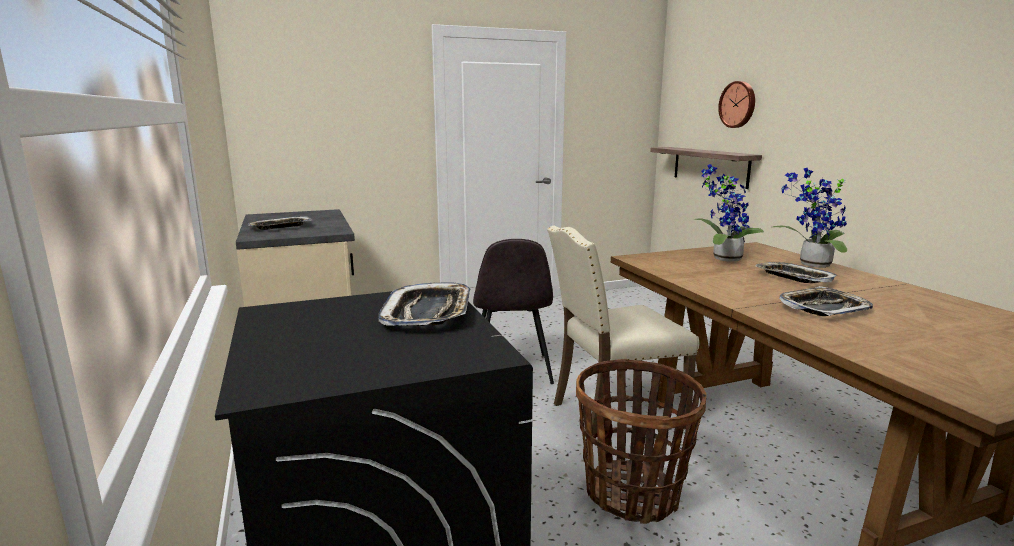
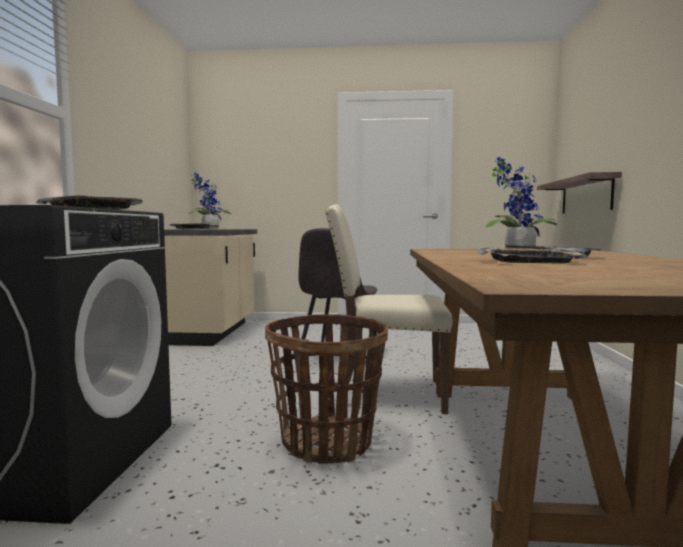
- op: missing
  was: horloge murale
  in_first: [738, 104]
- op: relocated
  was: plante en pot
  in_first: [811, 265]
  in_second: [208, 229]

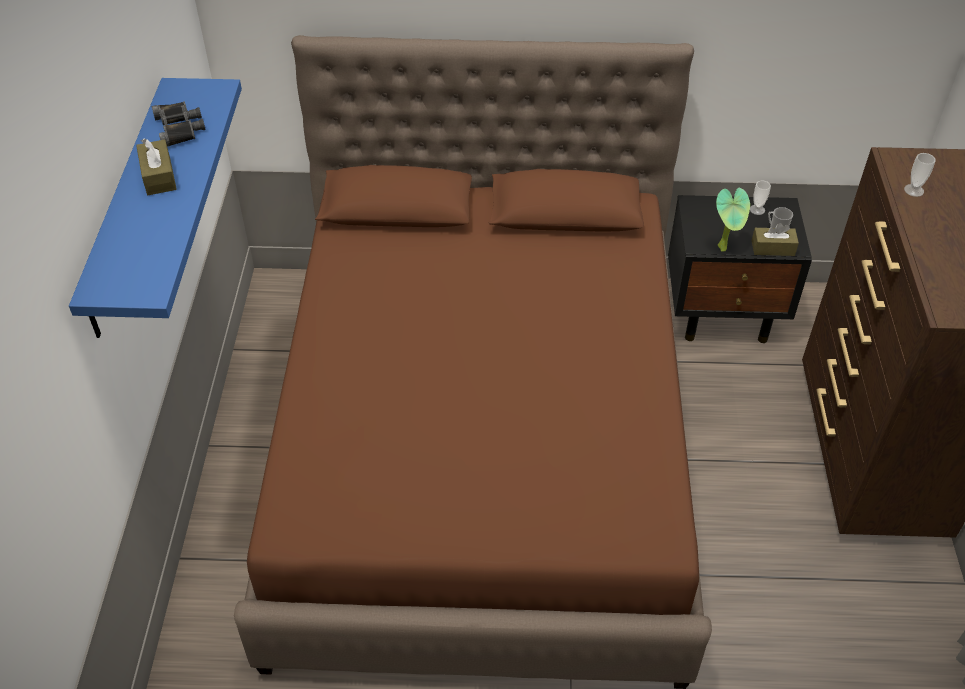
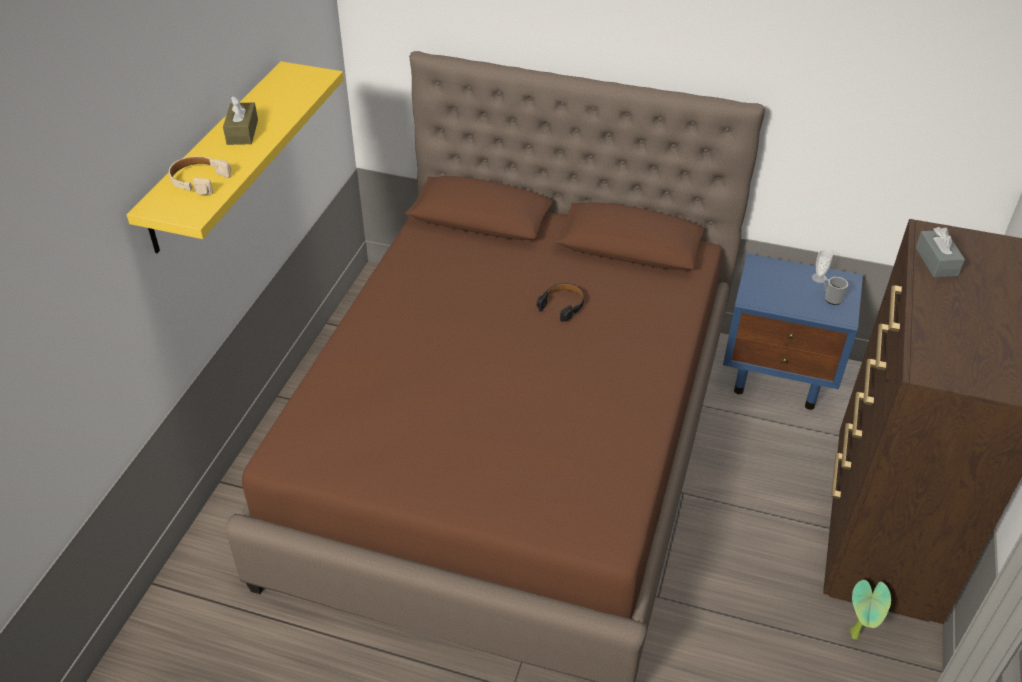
- op: colour
  was: étagère (bleu)
  now: étagère (jaune)
  in_first: [128, 206]
  in_second: [217, 155]
- op: missing
  was: jumelles (noir)
  in_first: [180, 128]
- op: colour
  was: table de chevet (noir)
  now: table de chevet (bleu)
  in_first: [724, 314]
  in_second: [779, 376]
- op: relocated
  was: plante en pot
  in_first: [724, 248]
  in_second: [857, 635]
- op: missing
  was: boîte à mouchoirs (marron)
  in_first: [773, 248]
- op: exchanged
  was: tasse
  now: boîte à mouchoirs (gris)
  in_first: [914, 190]
  in_second: [936, 261]
- op: appeared
  now: casque audio (beige)
  in_second: [198, 180]
- op: appeared
  now: casque audio (noir)
  in_second: [562, 305]

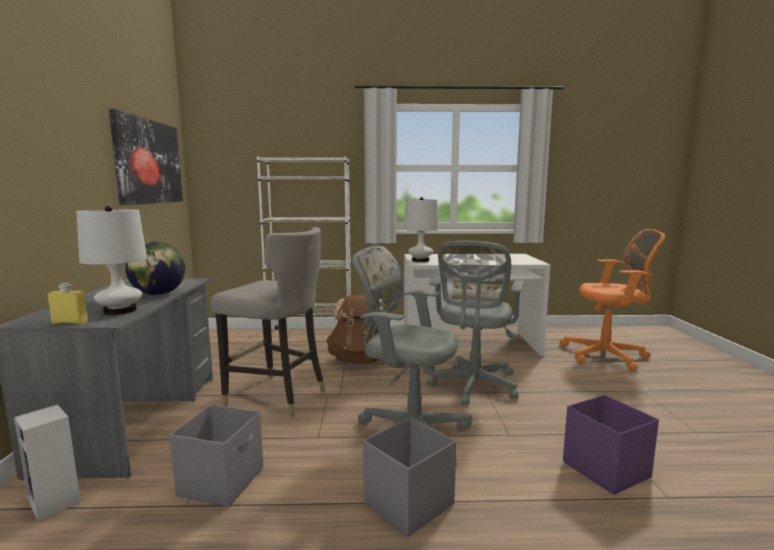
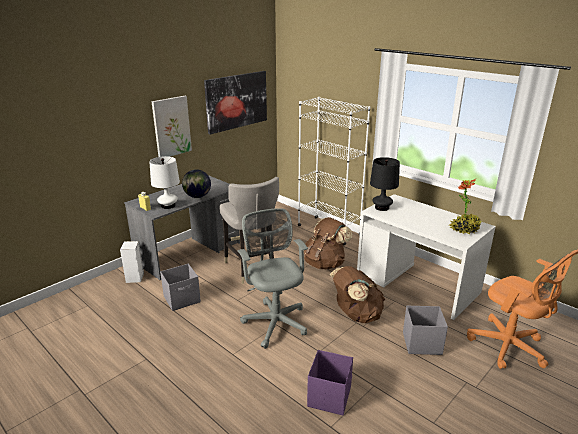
- op: relocated
  was: boîte de rangement (gris)
  in_first: [407, 504]
  in_second: [421, 343]
- op: colour
  was: lampe de table (blanc)
  now: lampe de table (noir)
  in_first: [420, 260]
  in_second: [382, 207]
- op: exchanged
  was: chaise de bureau (gris)
  now: sac à dos (marron)
  in_first: [473, 386]
  in_second: [356, 315]
- op: appeared
  now: tableau
  in_second: [171, 126]
- op: appeared
  now: plante en pot
  in_second: [464, 229]

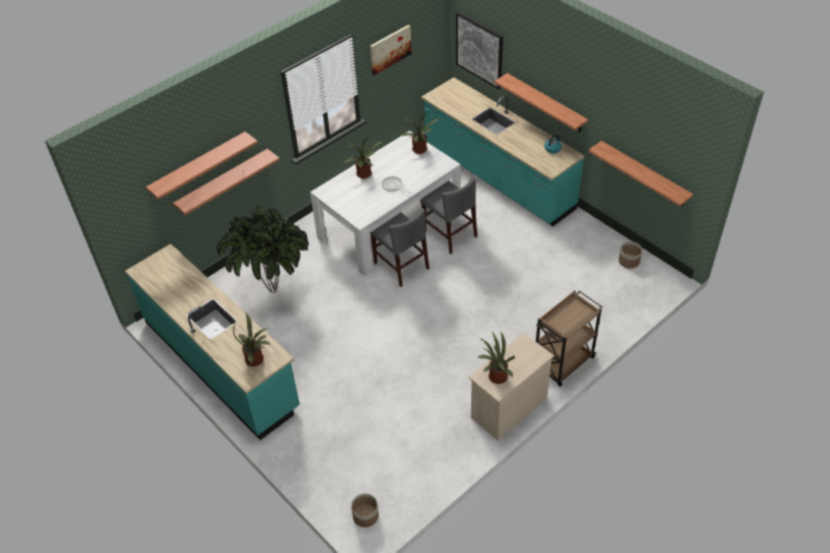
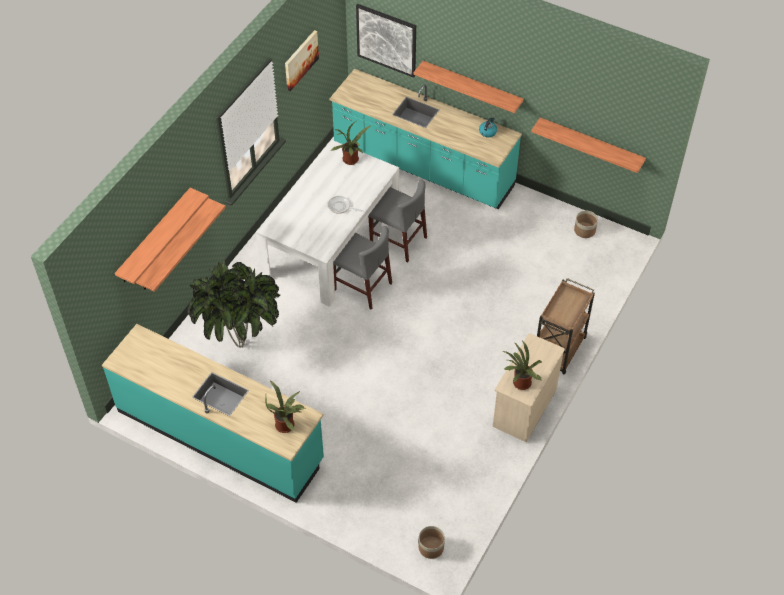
- op: missing
  was: plante en pot
  in_first: [364, 175]

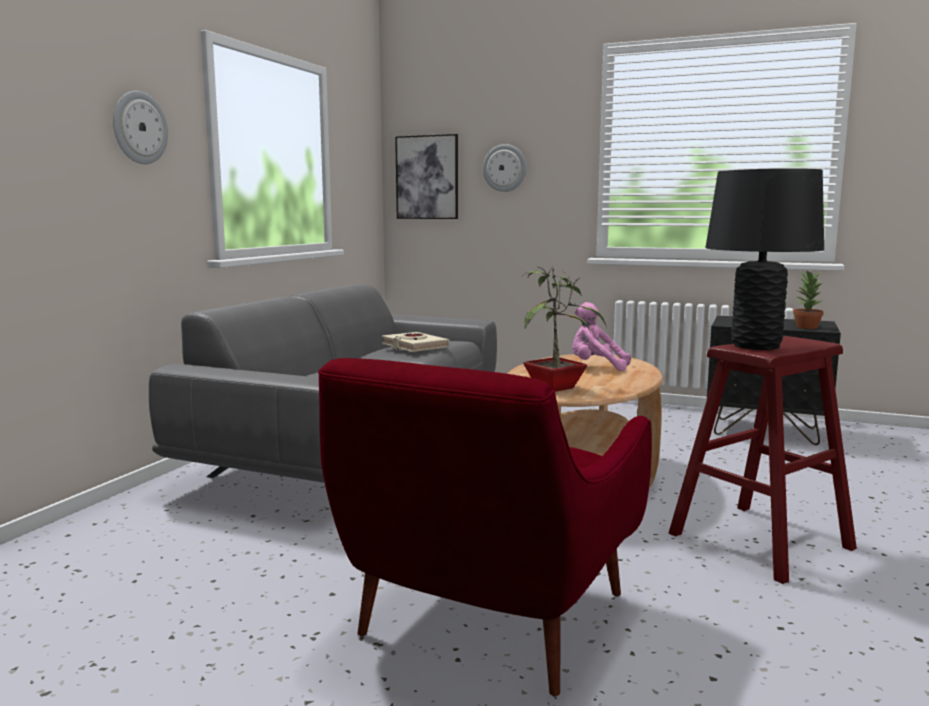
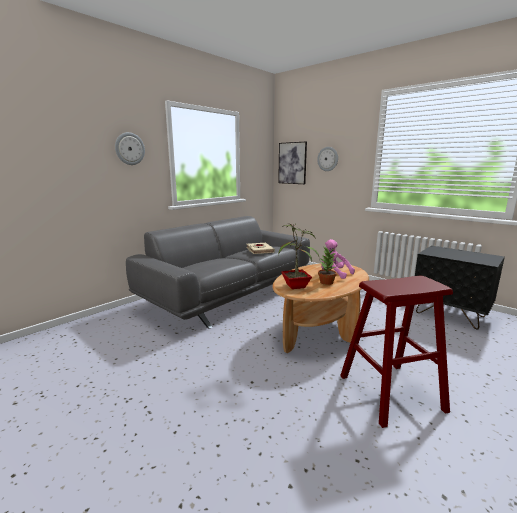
- op: missing
  was: fauteuil (rouge)
  in_first: [488, 621]
- op: missing
  was: lampe de table (noir)
  in_first: [755, 346]
- op: relocated
  was: plante en pot
  in_first: [806, 327]
  in_second: [326, 282]

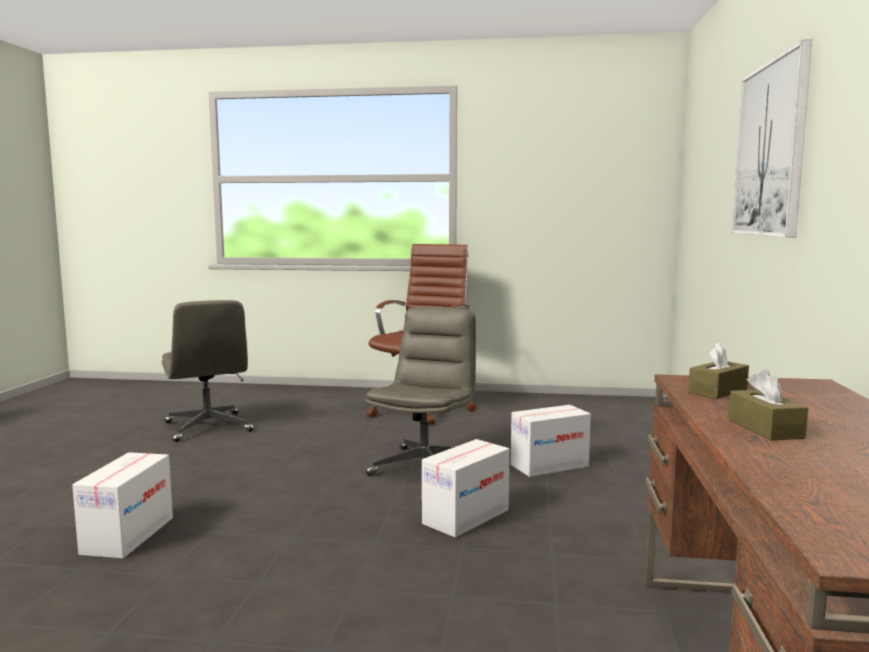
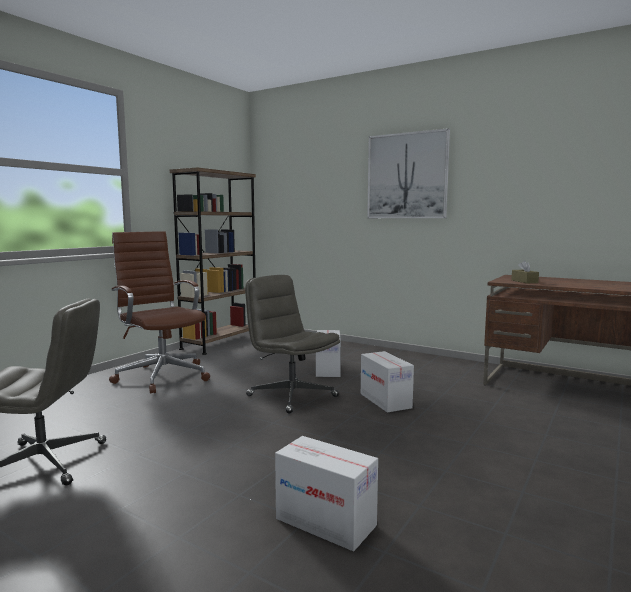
- op: missing
  was: boîte à mouchoirs (marron)
  in_first: [765, 428]
- op: appeared
  now: bibliothèque (marron)
  in_second: [220, 343]

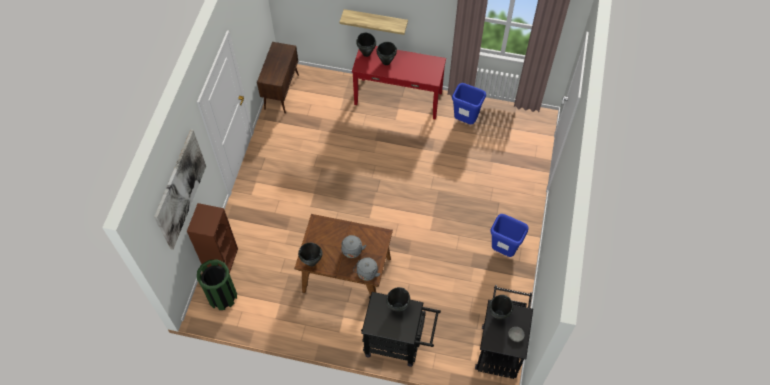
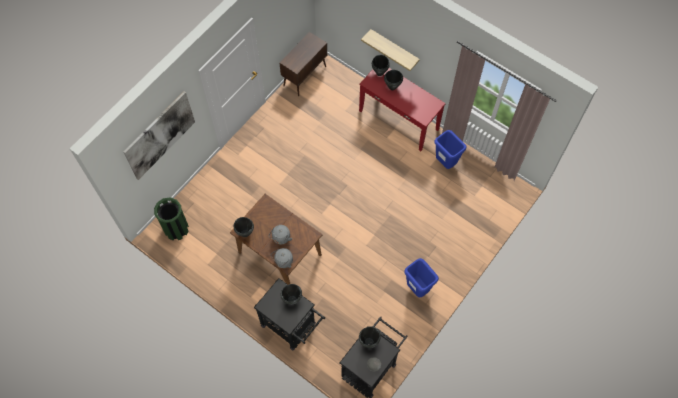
- op: missing
  was: bibliothèque (marron)
  in_first: [221, 259]

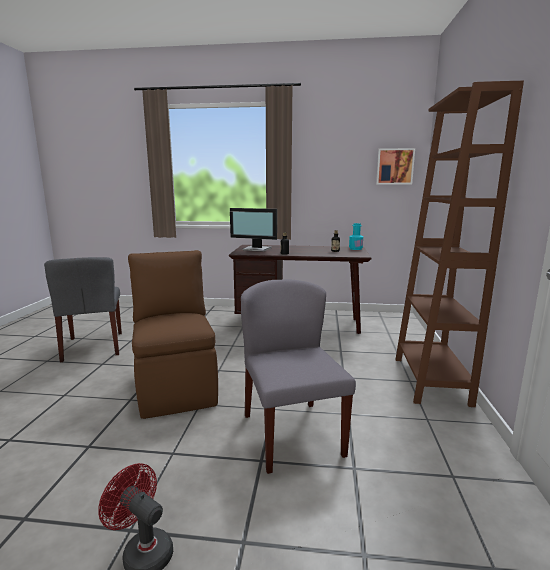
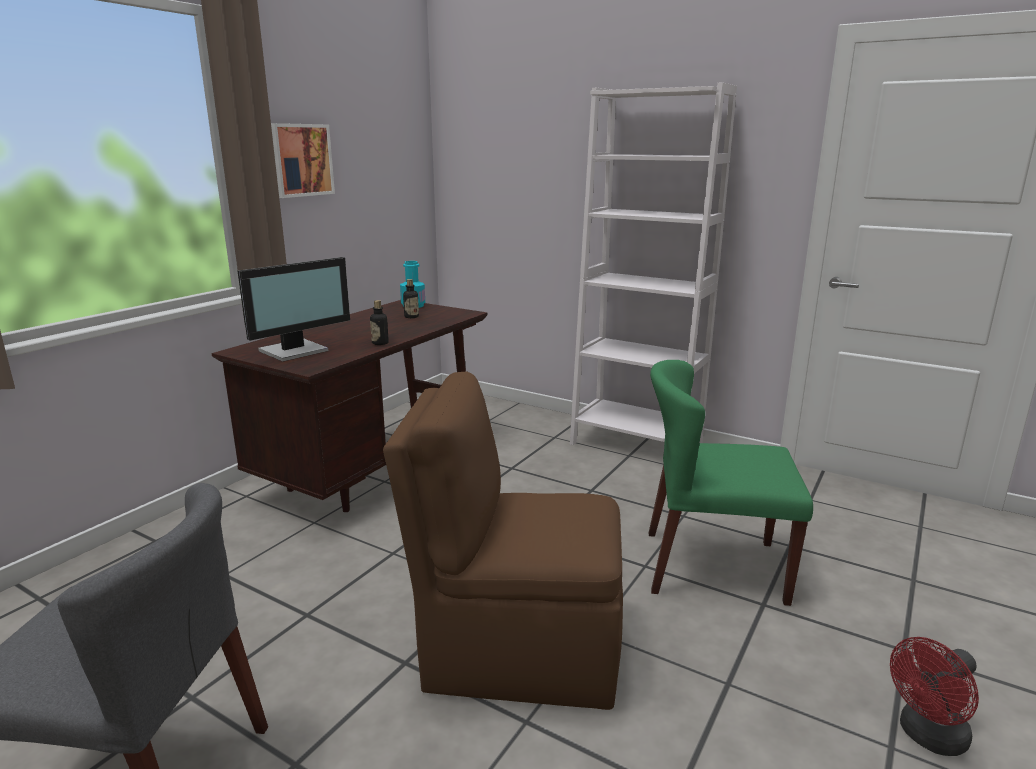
- op: colour
  was: chaise (gris)
  now: chaise (vert)
  in_first: [291, 434]
  in_second: [712, 566]
- op: relocated
  was: tableau
  in_first: [394, 166]
  in_second: [300, 160]
- op: colour
  was: bibliothèque (marron)
  now: bibliothèque (blanc)
  in_first: [430, 380]
  in_second: [635, 444]

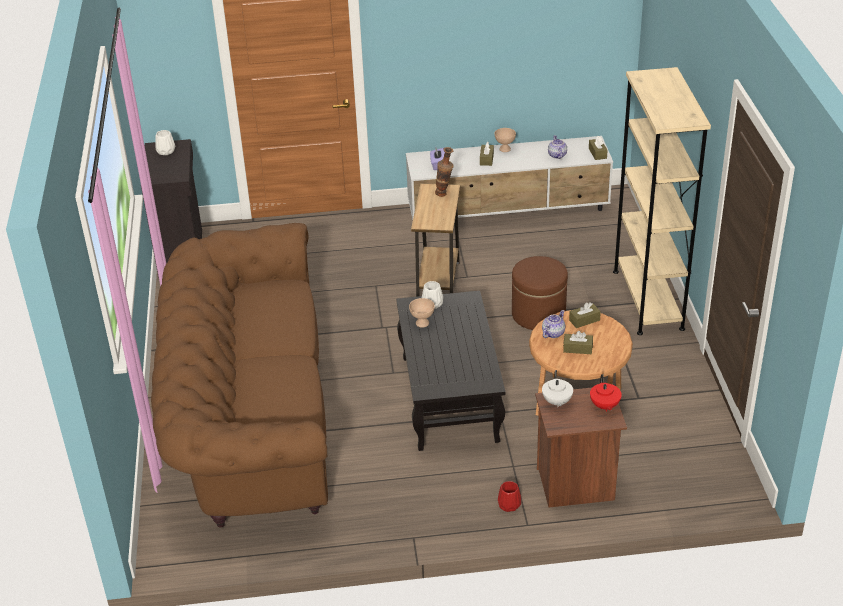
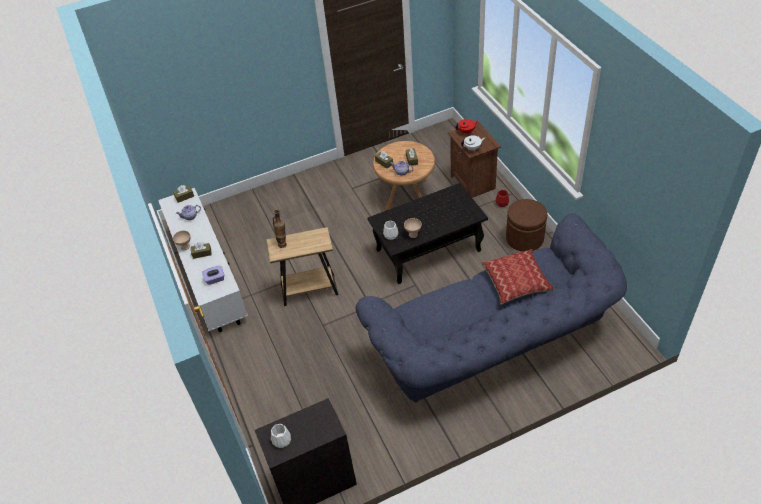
- op: colour
  was: canapé (marron)
  now: canapé (bleu)
  in_first: [249, 419]
  in_second: [494, 345]
- op: relocated
  was: pouf (marron)
  in_first: [538, 314]
  in_second: [524, 238]
- op: missing
  was: bibliothèque (beige)
  in_first: [648, 299]
- op: appeared
  now: coussin
  in_second: [516, 281]

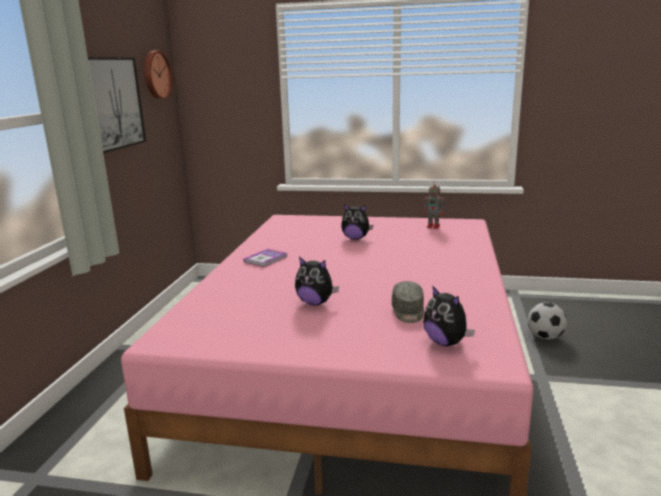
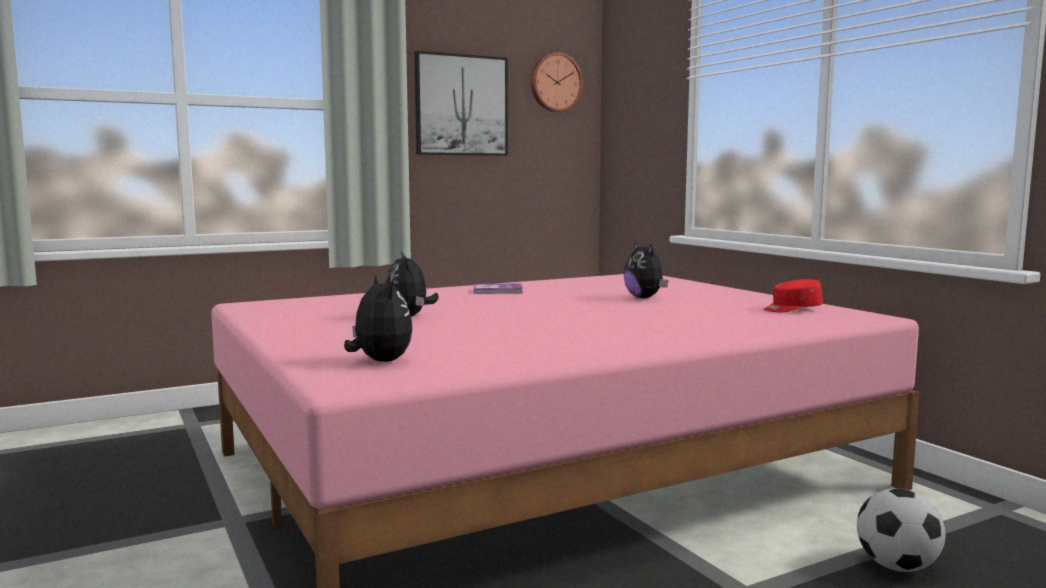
- op: missing
  was: casquette (gris)
  in_first: [408, 311]
- op: spun
  was: peluche
  in_first: [446, 342]
  in_second: [380, 361]
  clockwise: 135
- op: exchanged
  was: robot jouet
  now: casquette (rouge)
  in_first: [434, 226]
  in_second: [791, 309]

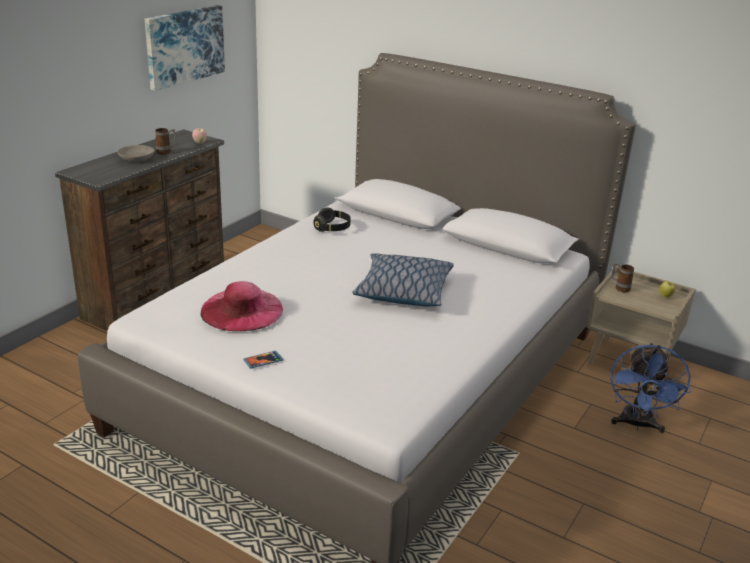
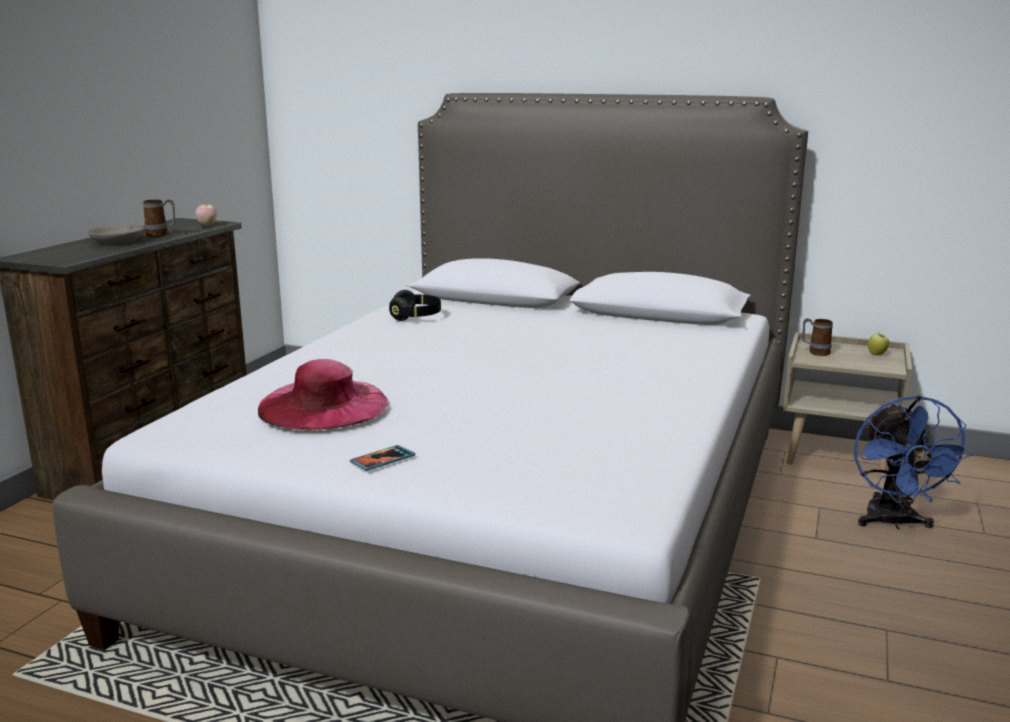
- op: missing
  was: tableau
  in_first: [184, 46]
- op: missing
  was: coussin
  in_first: [403, 291]

